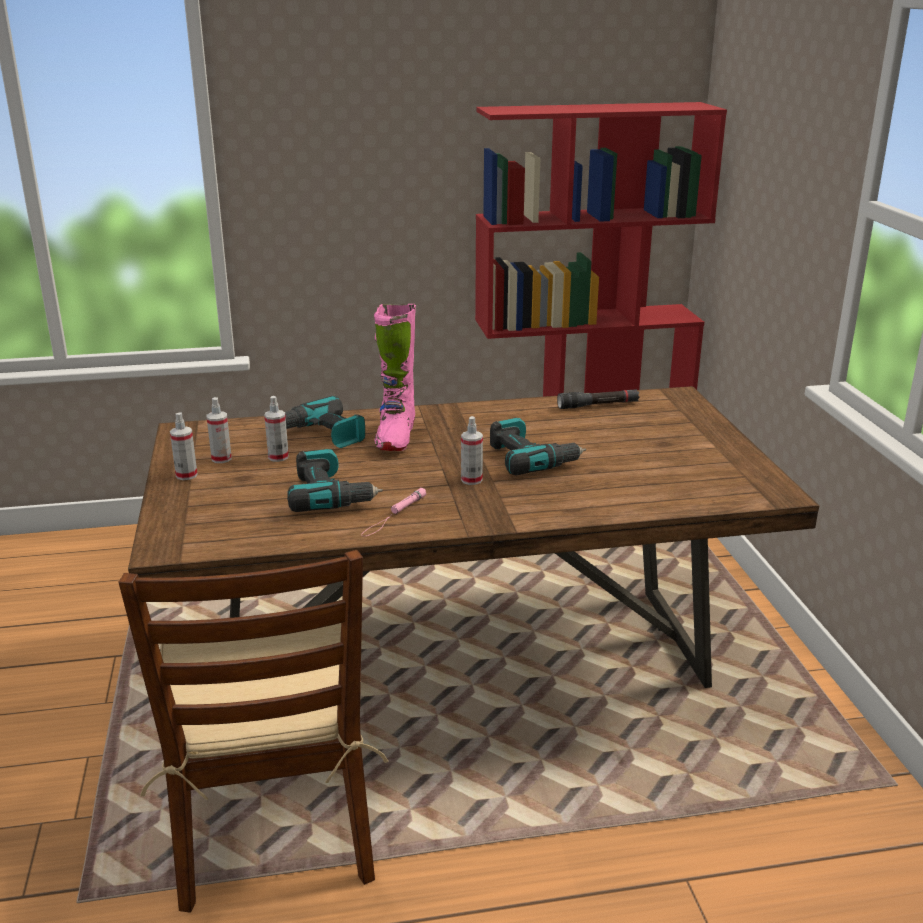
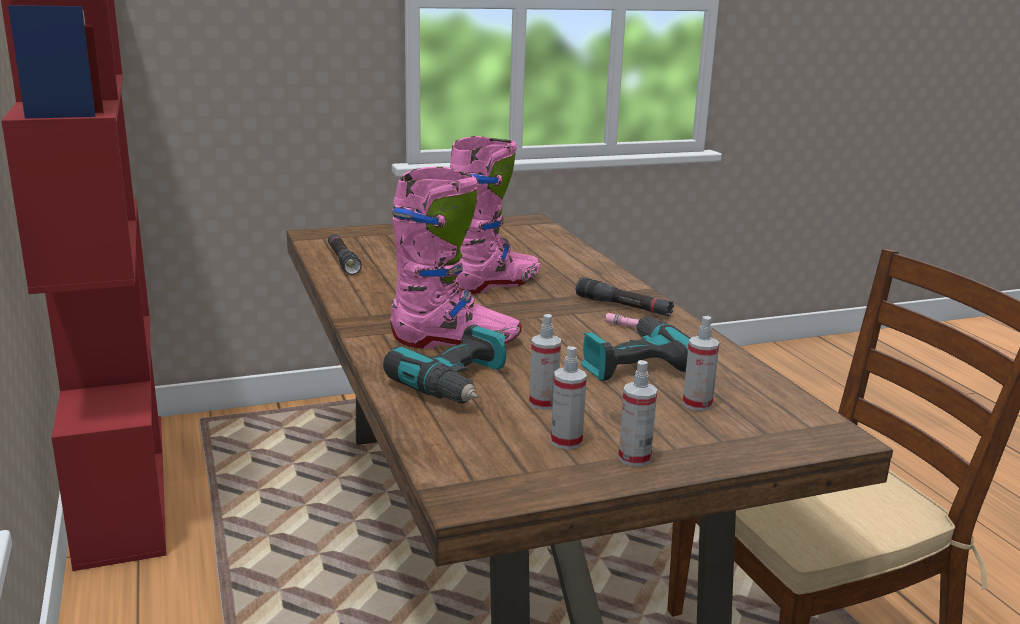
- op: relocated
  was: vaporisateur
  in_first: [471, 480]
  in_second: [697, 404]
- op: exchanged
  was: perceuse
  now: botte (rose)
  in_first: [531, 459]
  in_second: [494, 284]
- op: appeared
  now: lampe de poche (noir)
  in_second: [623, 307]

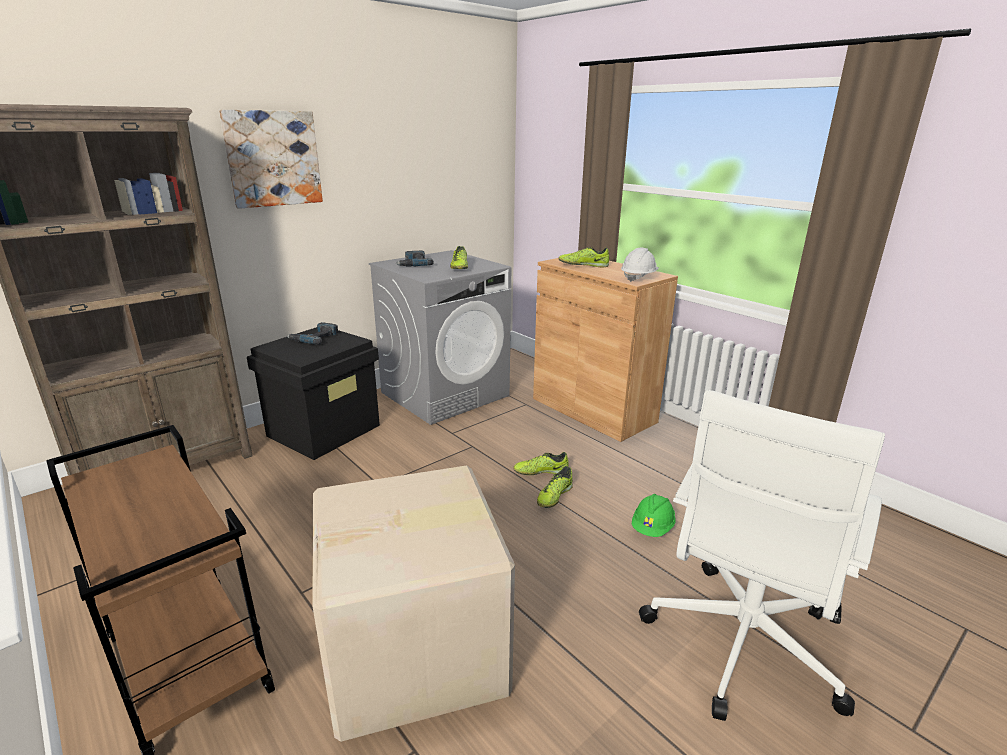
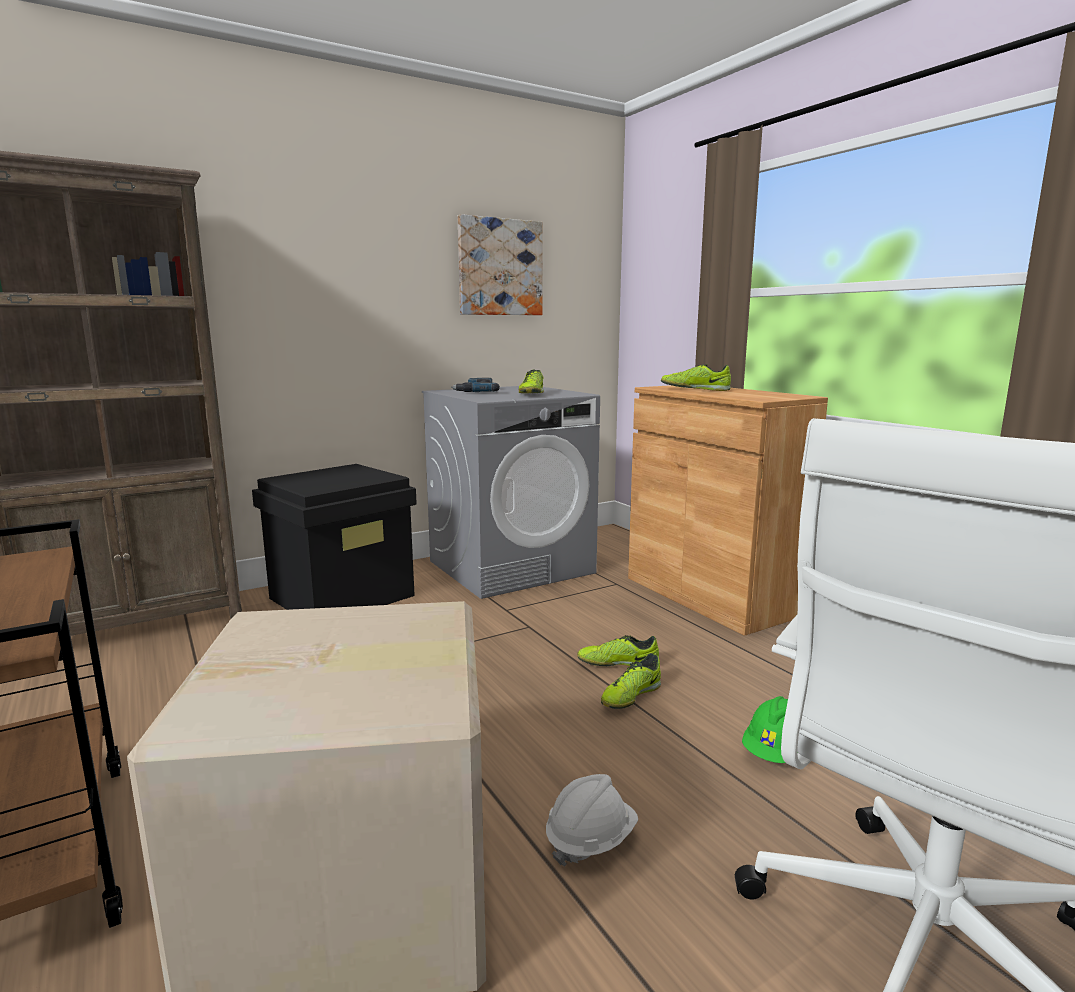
- op: relocated
  was: tableau
  in_first: [273, 159]
  in_second: [500, 267]
- op: missing
  was: perceuse
  in_first: [314, 338]
- op: relocated
  was: casque de chantier (blanc)
  in_first: [638, 278]
  in_second: [590, 840]

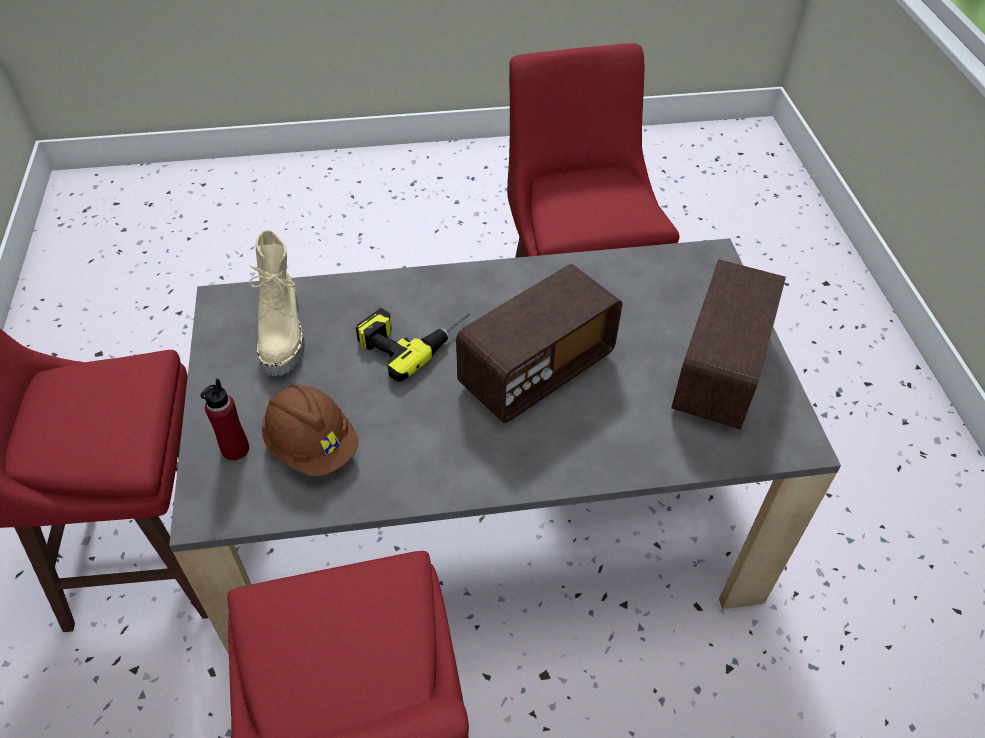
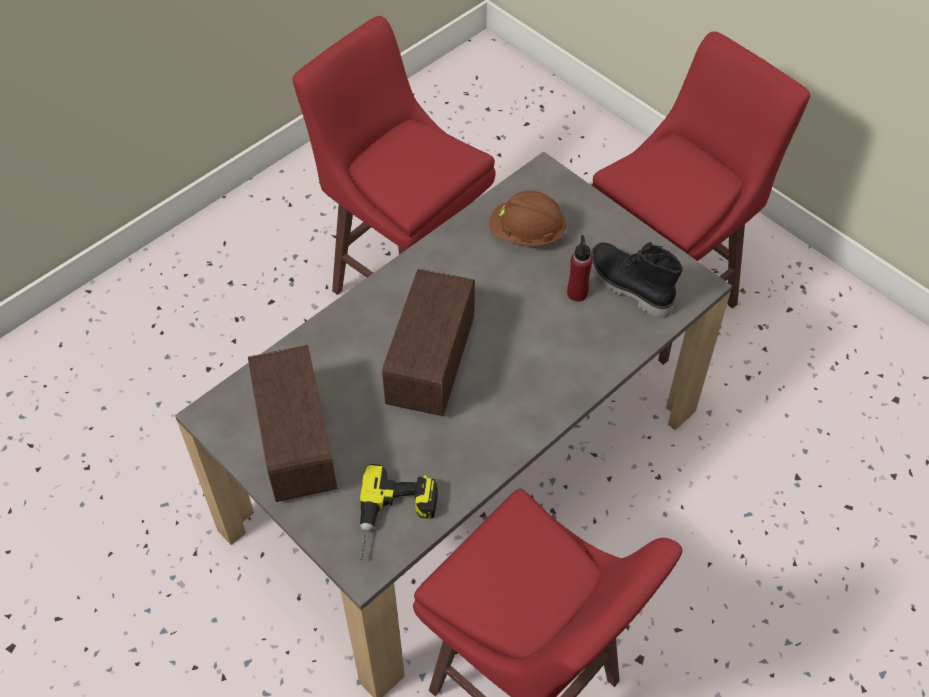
- op: relocated
  was: bouteille (rouge)
  in_first: [235, 449]
  in_second: [577, 293]
- op: colour
  was: botte (beige)
  now: botte (noir)
  in_first: [283, 335]
  in_second: [628, 287]
- op: relocated
  was: perceuse
  in_first: [412, 337]
  in_second: [395, 519]

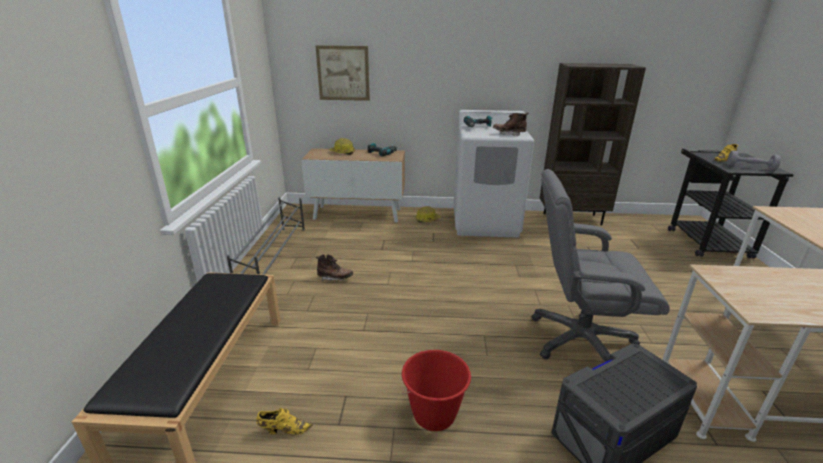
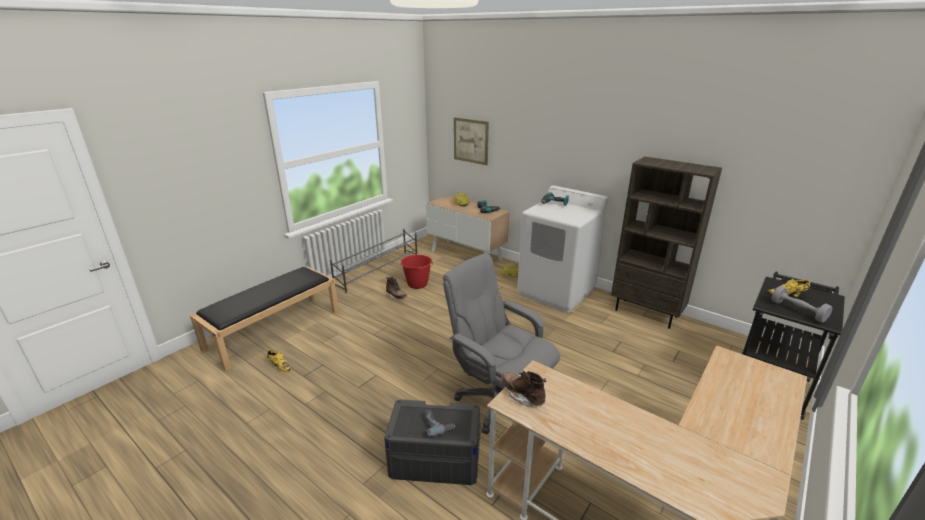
- op: relocated
  was: seau (rouge)
  in_first: [434, 415]
  in_second: [417, 284]
- op: relocated
  was: botte (marron)
  in_first: [509, 134]
  in_second: [522, 395]
- op: appeared
  now: perceuse
  in_second: [437, 424]

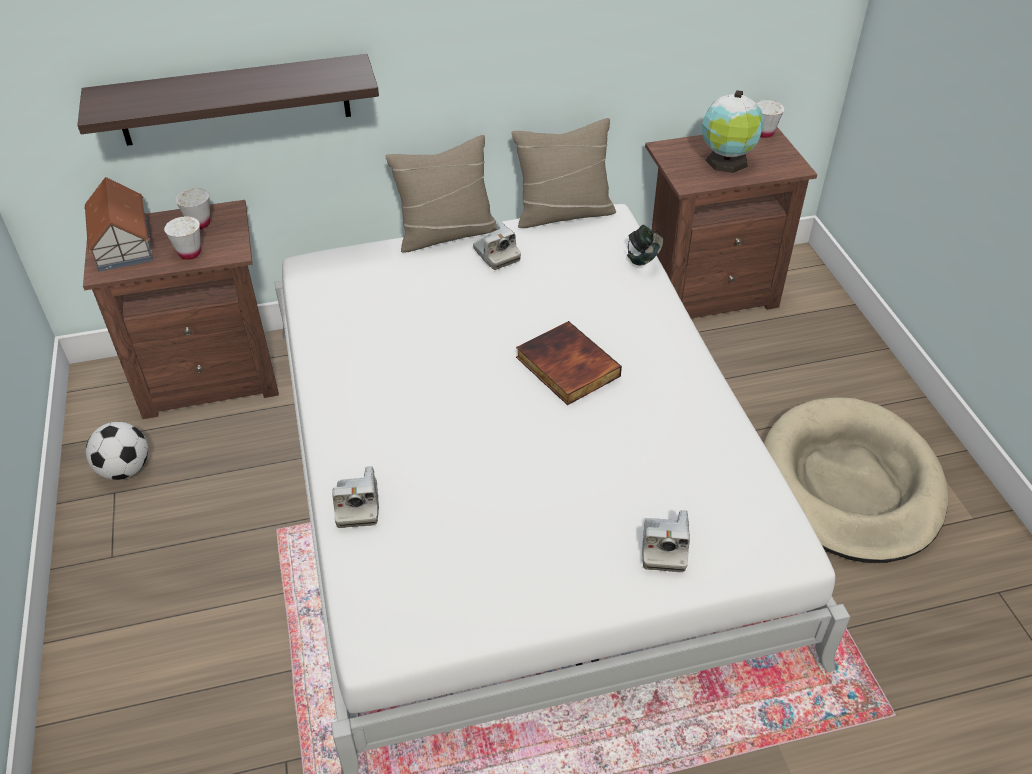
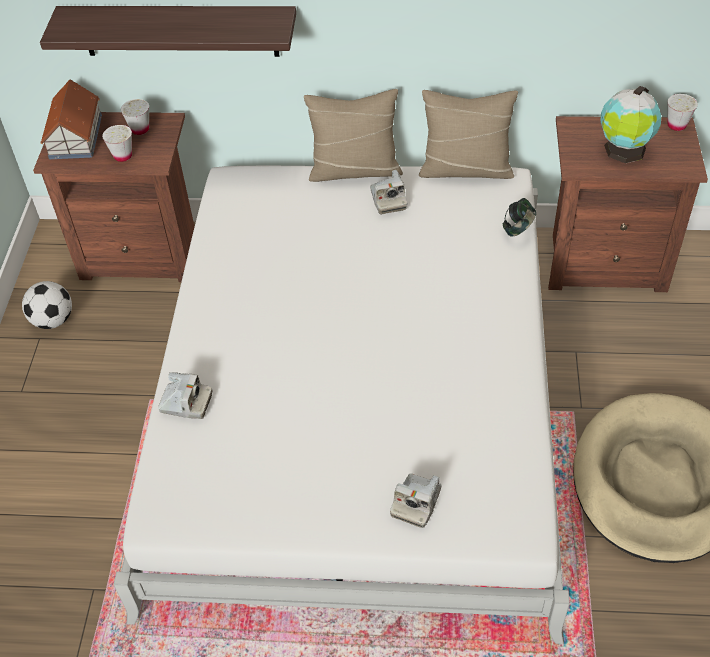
- op: spun
  was: appareil photo
  in_first: [357, 505]
  in_second: [186, 403]
  clockwise: -90
- op: missing
  was: livre
  in_first: [565, 367]

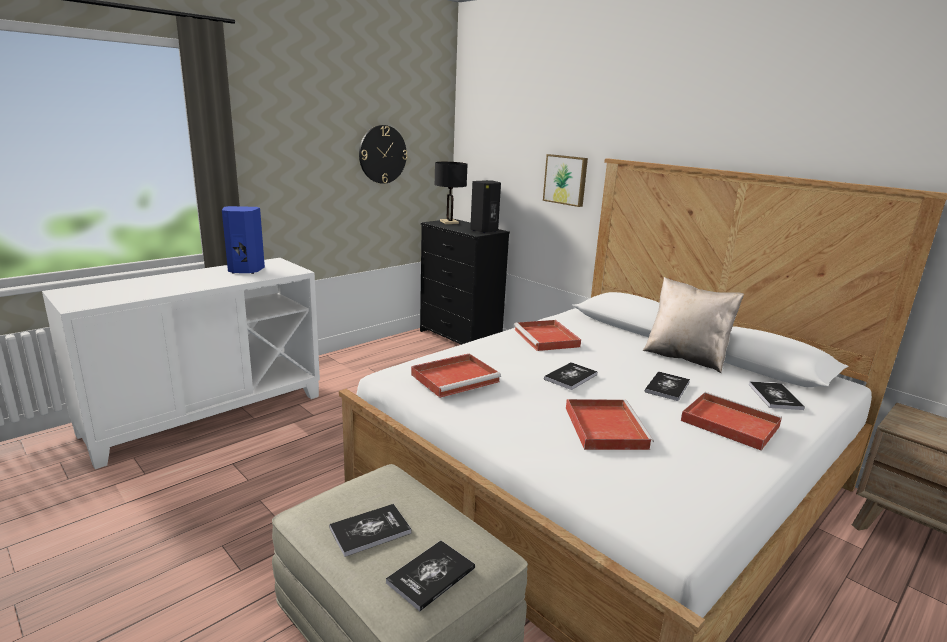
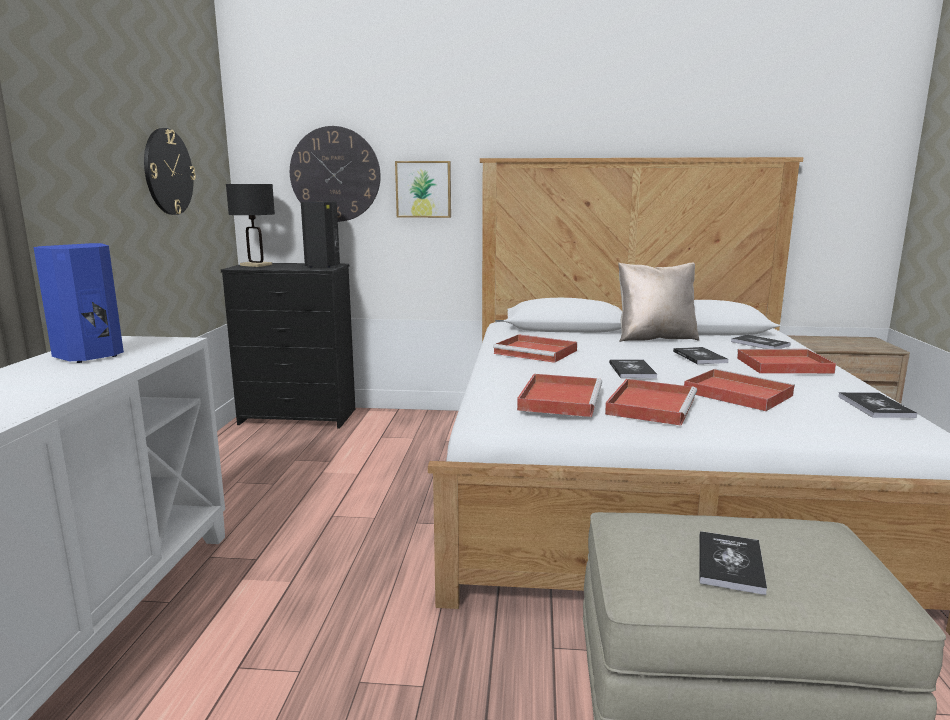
- op: relocated
  was: livre
  in_first: [431, 575]
  in_second: [875, 406]
- op: appeared
  now: horloge murale
  in_second: [335, 174]
- op: appeared
  now: plateau (rouge)
  in_second: [650, 405]

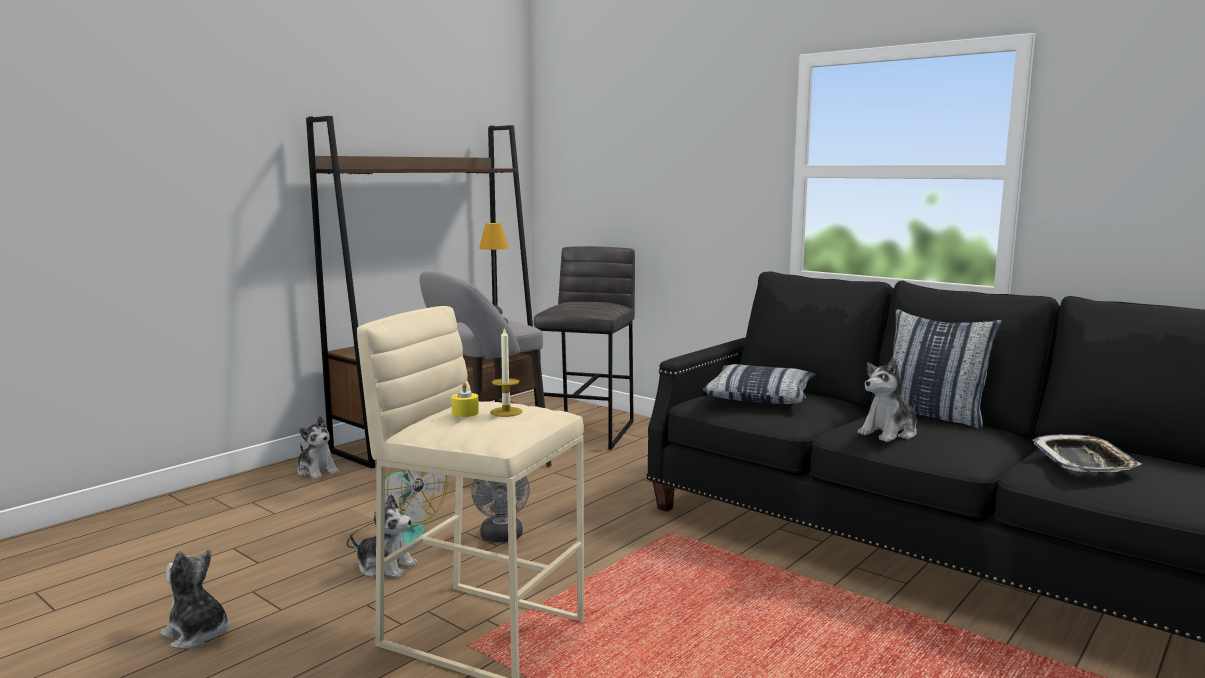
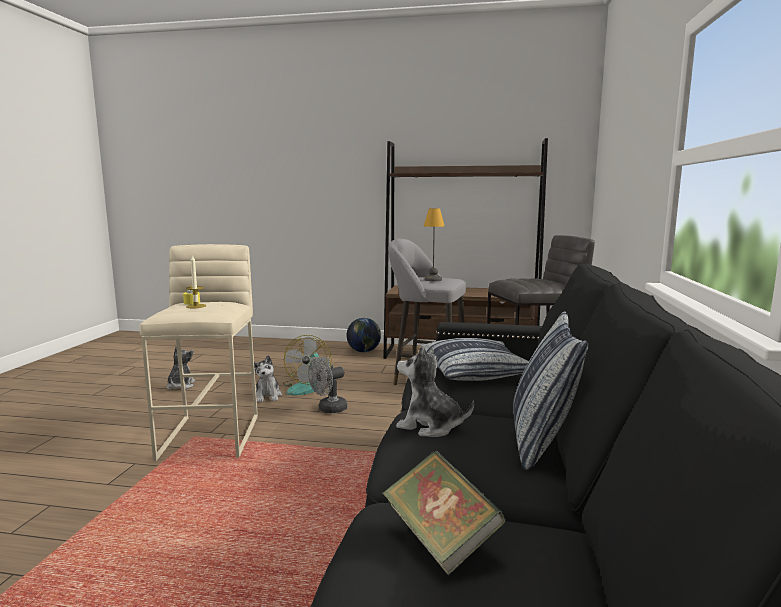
- op: exchanged
  was: peluche
  now: globe
  in_first: [317, 471]
  in_second: [364, 351]
- op: exchanged
  was: plateau
  now: livre
  in_first: [1083, 462]
  in_second: [440, 539]

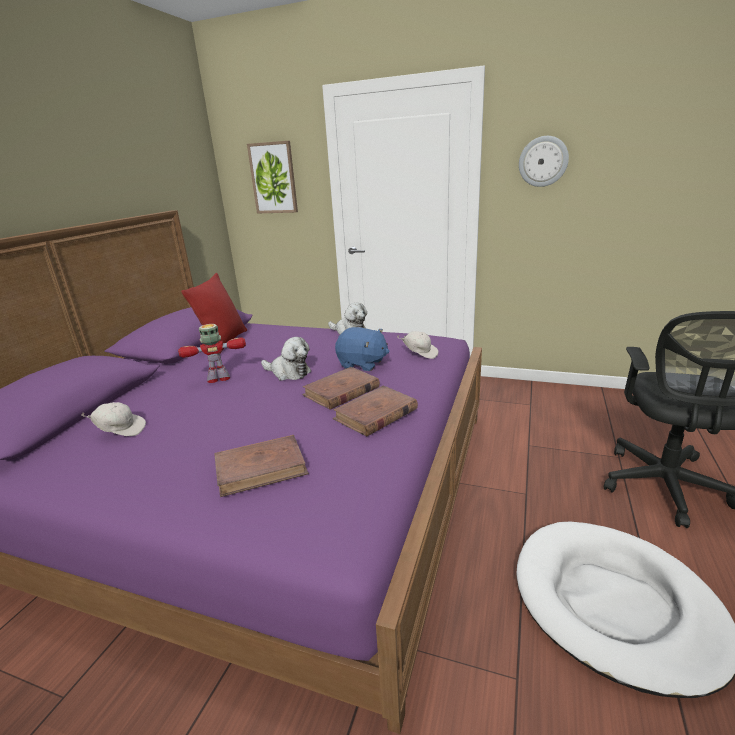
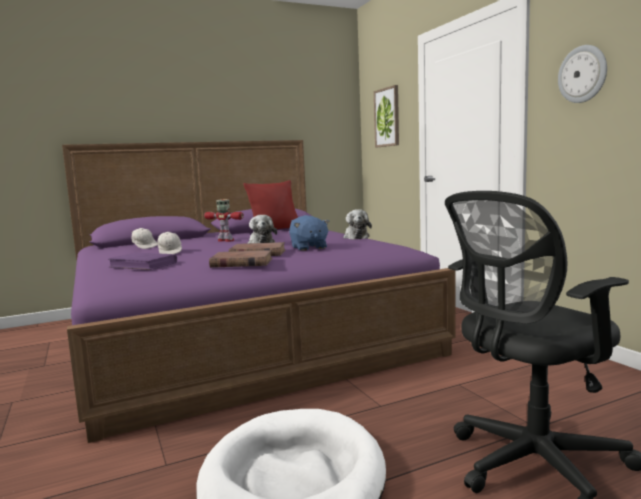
- op: colour
  was: livre (marron)
  now: livre (violet)
  in_first: [261, 468]
  in_second: [143, 265]
- op: relocated
  was: casquette (blanc)
  in_first: [420, 354]
  in_second: [170, 252]

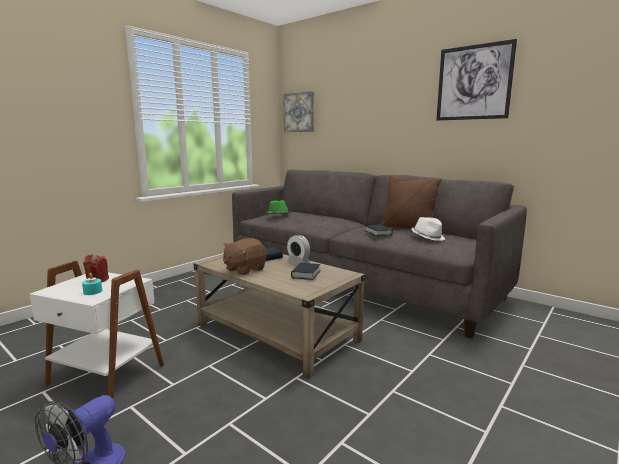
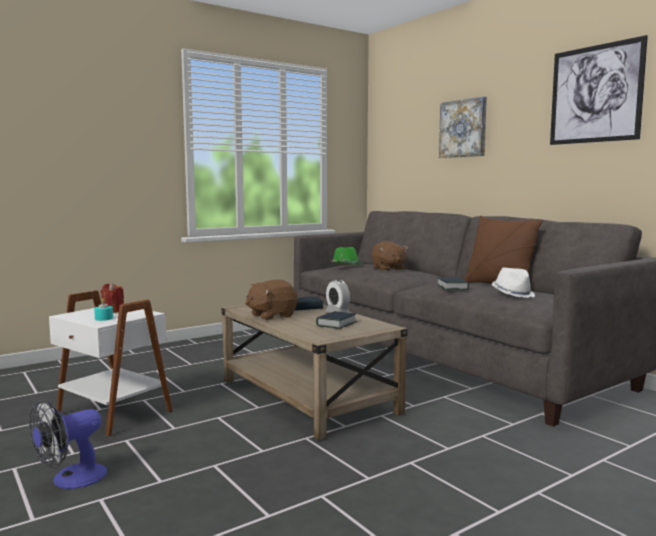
- op: relocated
  was: tableau
  in_first: [299, 112]
  in_second: [463, 128]
- op: appeared
  now: peluche (marron)
  in_second: [388, 269]

